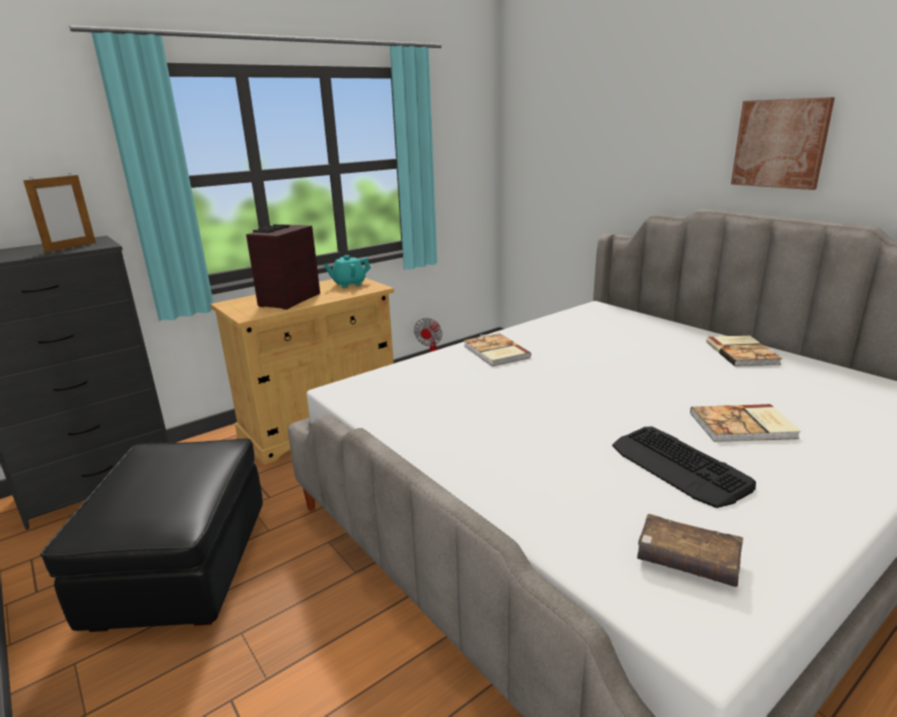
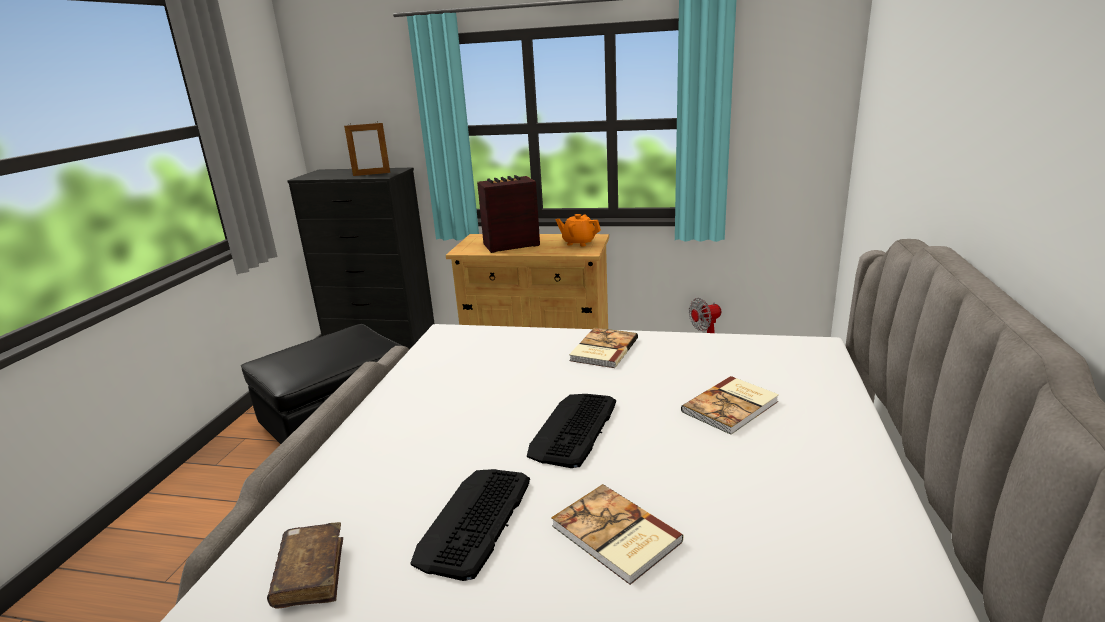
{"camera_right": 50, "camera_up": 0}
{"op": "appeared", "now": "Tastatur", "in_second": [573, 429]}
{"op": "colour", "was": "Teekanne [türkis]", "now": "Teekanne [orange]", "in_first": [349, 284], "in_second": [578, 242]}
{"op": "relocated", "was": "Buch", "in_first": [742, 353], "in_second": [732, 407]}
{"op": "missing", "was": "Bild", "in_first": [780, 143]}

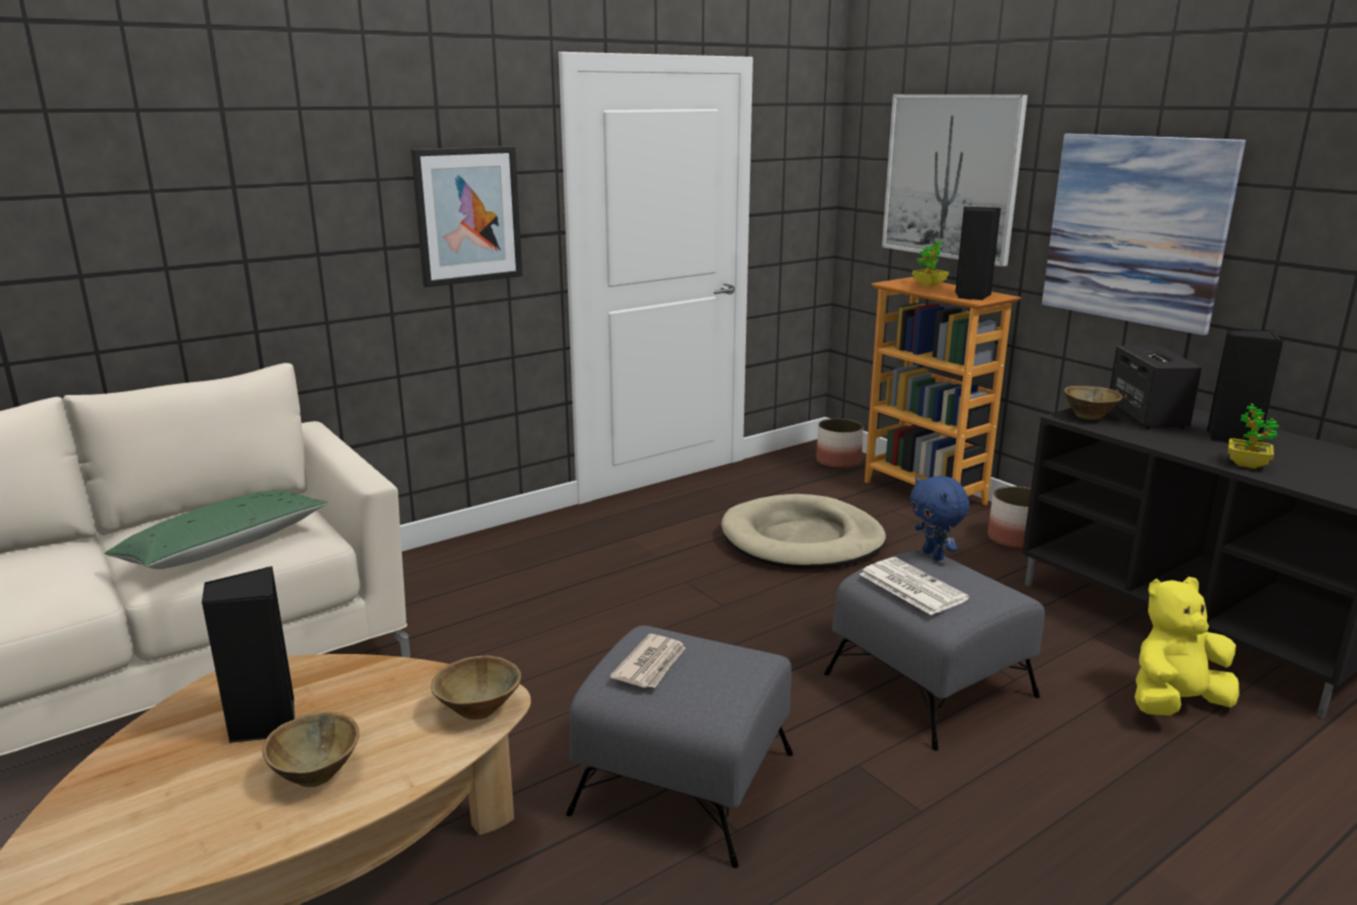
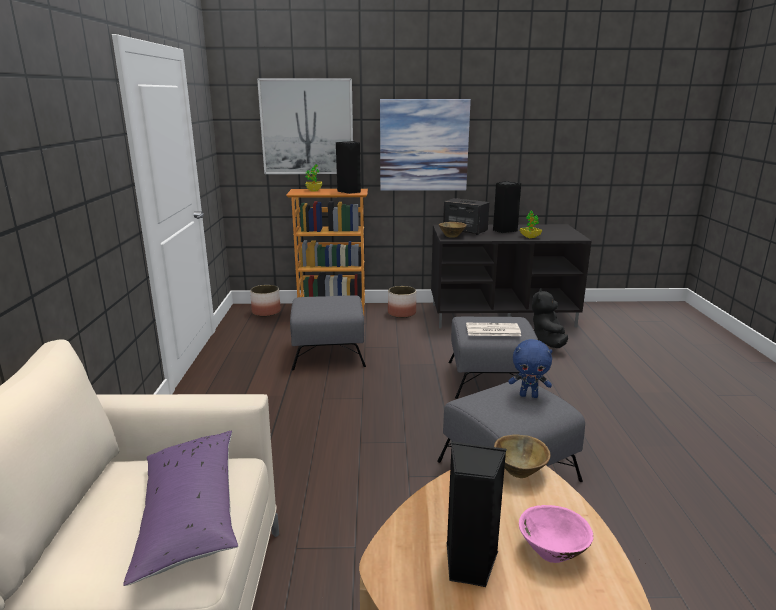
{"camera_right": -55, "camera_up": 0}
{"op": "colour", "was": "Kissen [grün]", "now": "Kissen [lila]", "in_first": [224, 547], "in_second": [189, 514]}
{"op": "exchanged", "was": "Hundebett [beige]", "now": "Polsterhocker [grau]", "in_first": [802, 540], "in_second": [329, 353]}
{"op": "relocated", "was": "Plüschtier [blau]", "in_first": [934, 555], "in_second": [529, 395]}
{"op": "colour", "was": "Schüssel [braun]", "now": "Schüssel [rosa]", "in_first": [317, 774], "in_second": [553, 551]}
{"op": "colour", "was": "Plüschtier [gelb]", "now": "Plüschtier [schwarz]", "in_first": [1174, 703], "in_second": [548, 343]}
{"op": "missing", "was": "Bild", "in_first": [468, 215]}
{"op": "missing", "was": "Zeitung", "in_first": [651, 665]}

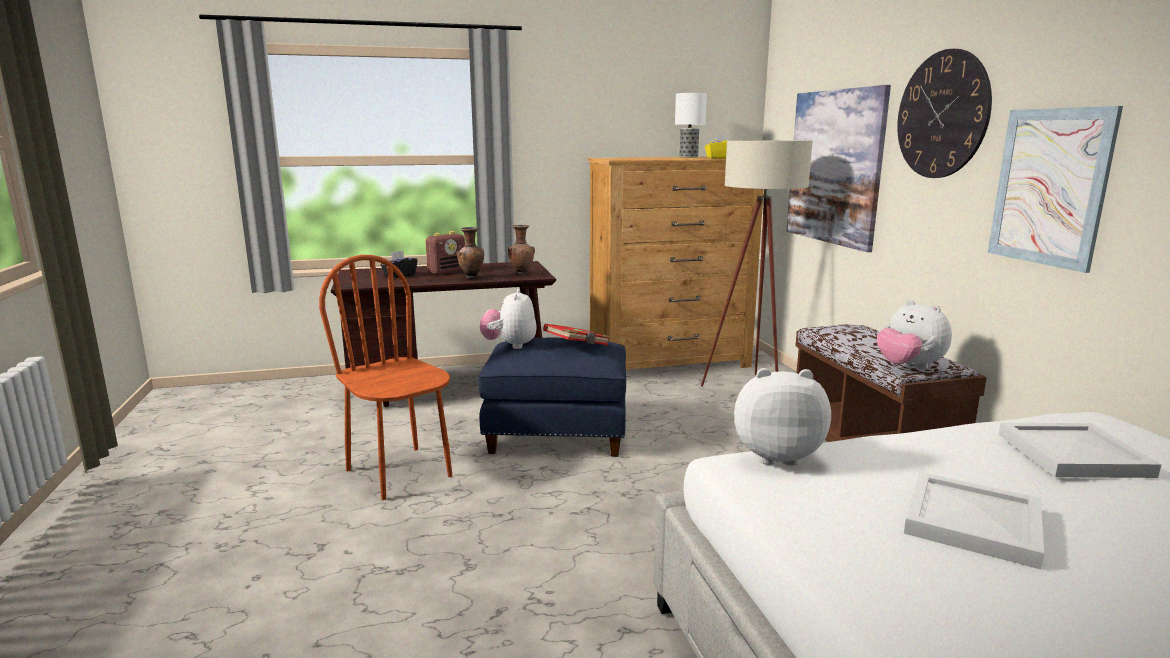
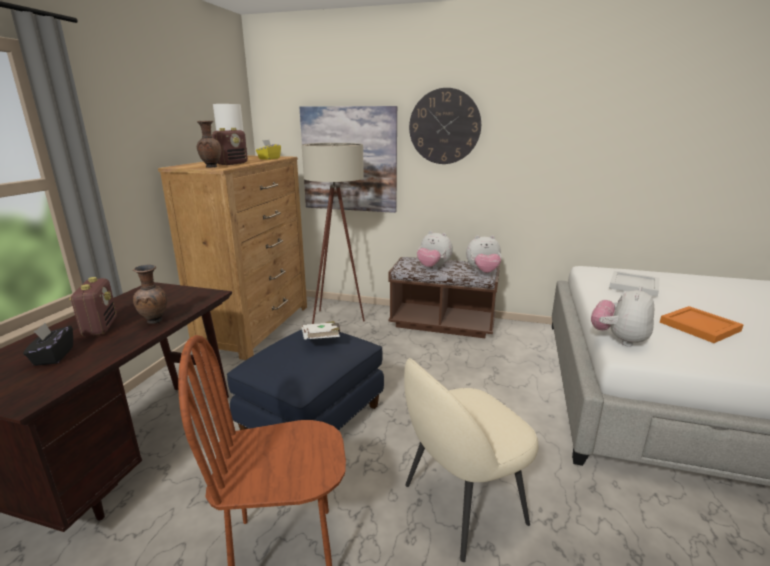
{"camera_right": -60, "camera_up": 5}
{"op": "relocated", "was": "Vase [braun]", "in_first": [521, 274], "in_second": [211, 167]}
{"op": "appeared", "now": "Radio", "in_second": [232, 163]}
{"op": "colour", "was": "Buch [rot]", "now": "Buch [weiß]", "in_first": [577, 347], "in_second": [321, 340]}
{"op": "appeared", "now": "Stuhl [beige]", "in_second": [461, 505]}
{"op": "relocated", "was": "Plüschtier", "in_first": [510, 345], "in_second": [433, 267]}
{"op": "colour", "was": "Tablett [weiß]", "now": "Tablett [orange]", "in_first": [974, 522], "in_second": [699, 326]}
{"op": "missing", "was": "Bild", "in_first": [1049, 187]}

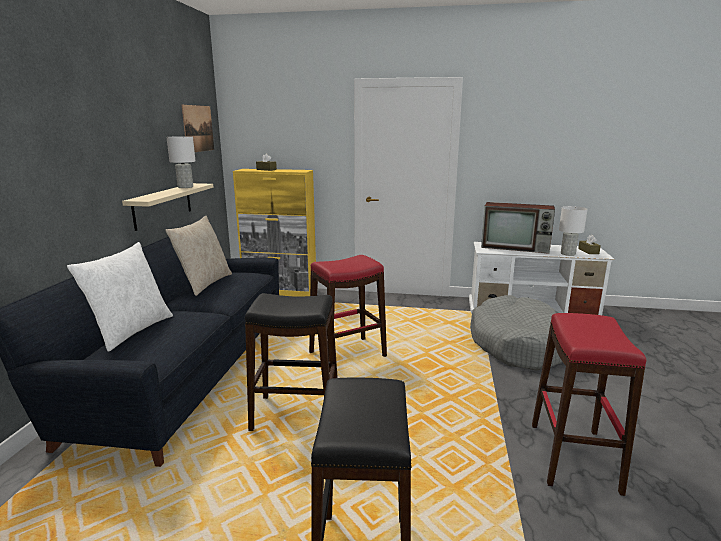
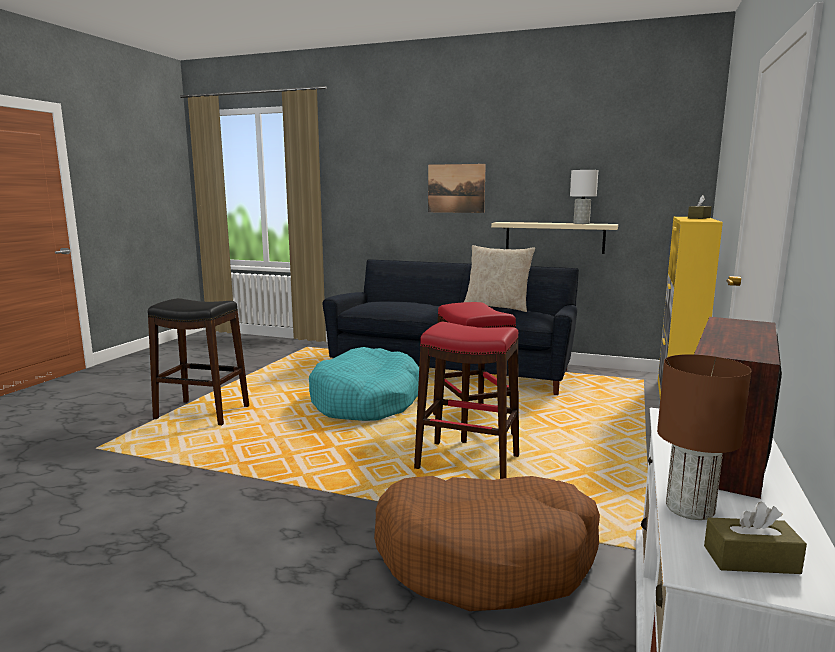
{"camera_right": 100, "camera_up": -5}
{"op": "exchanged", "was": "Hocker [schwarz]", "now": "Hundebett [türkis]", "in_first": [295, 415], "in_second": [366, 401]}
{"op": "colour", "was": "Hundebett [grau]", "now": "Hundebett [braun]", "in_first": [518, 344], "in_second": [486, 557]}
{"op": "relocated", "was": "Hocker [rot]", "in_first": [573, 456], "in_second": [468, 462]}
{"op": "relocated", "was": "Bild", "in_first": [198, 128], "in_second": [456, 188]}
{"op": "colour", "was": "Tischlampe [weiß]", "now": "Tischlampe [braun]", "in_first": [567, 253], "in_second": [691, 508]}
{"op": "missing", "was": "Kissen [weiß]", "in_first": [131, 331]}

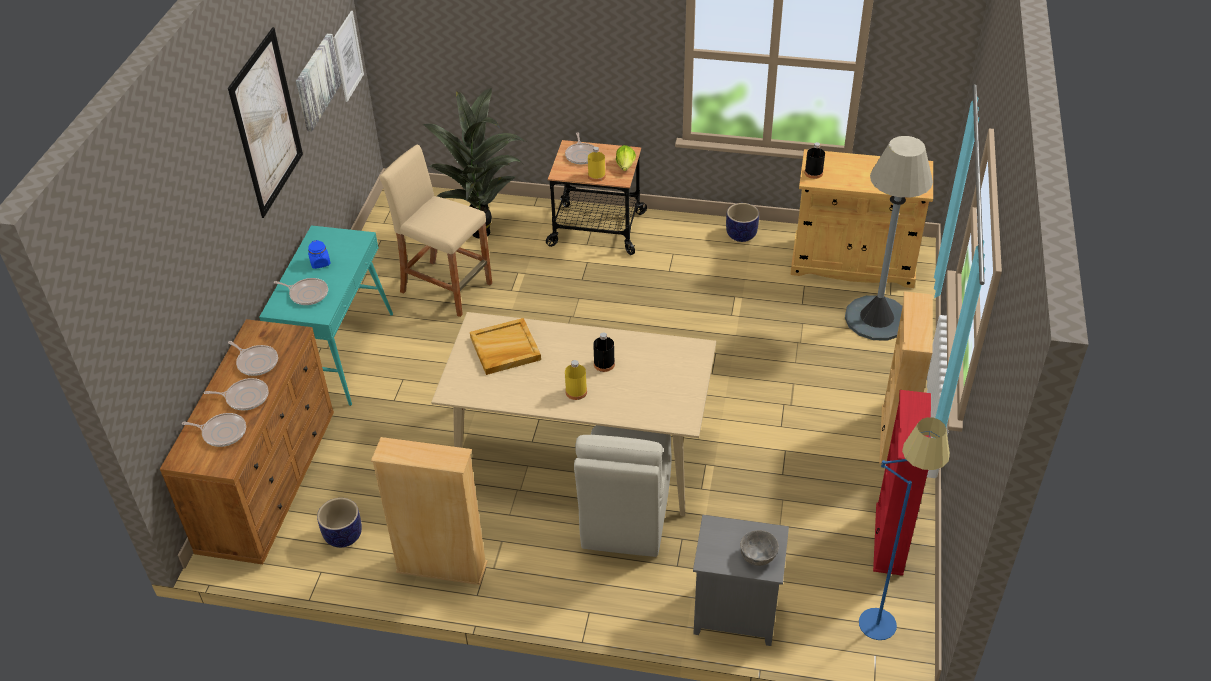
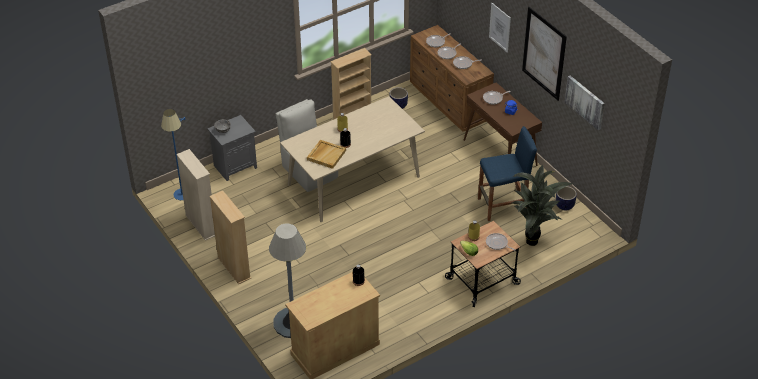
{"camera_right": 135, "camera_up": 0}
{"op": "colour", "was": "Bücherregal [rot]", "now": "Bücherregal [beige]", "in_first": [889, 539], "in_second": [201, 225]}
{"op": "relocated", "was": "Tablett [beige]", "in_first": [505, 349], "in_second": [326, 155]}
{"op": "colour", "was": "Konsolentisch [türkis]", "now": "Konsolentisch [braun]", "in_first": [338, 353], "in_second": [500, 153]}
{"op": "colour", "was": "Hocker [beige]", "now": "Hocker [blau]", "in_first": [446, 288], "in_second": [503, 206]}
{"op": "relocated", "was": "Bild", "in_first": [348, 56], "in_second": [500, 27]}
{"op": "relocated", "was": "Pflanzkübel", "in_first": [741, 235], "in_second": [565, 206]}

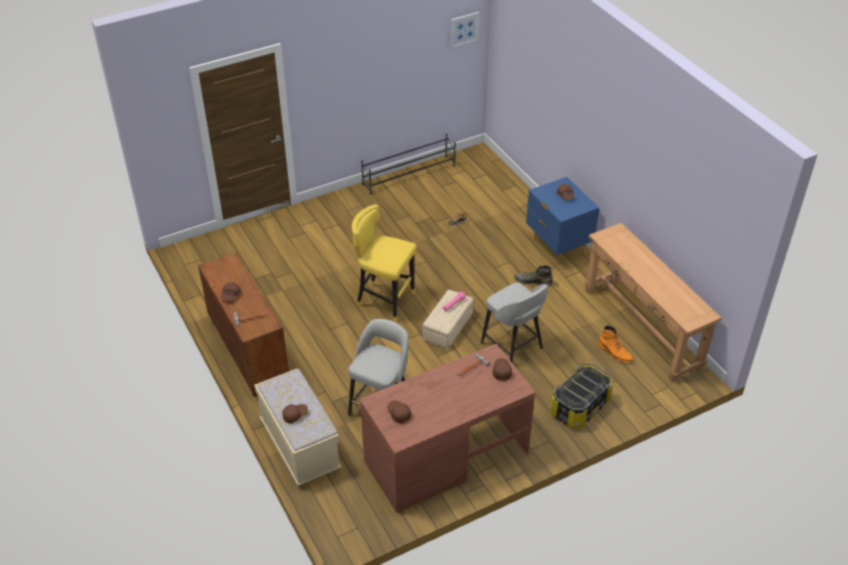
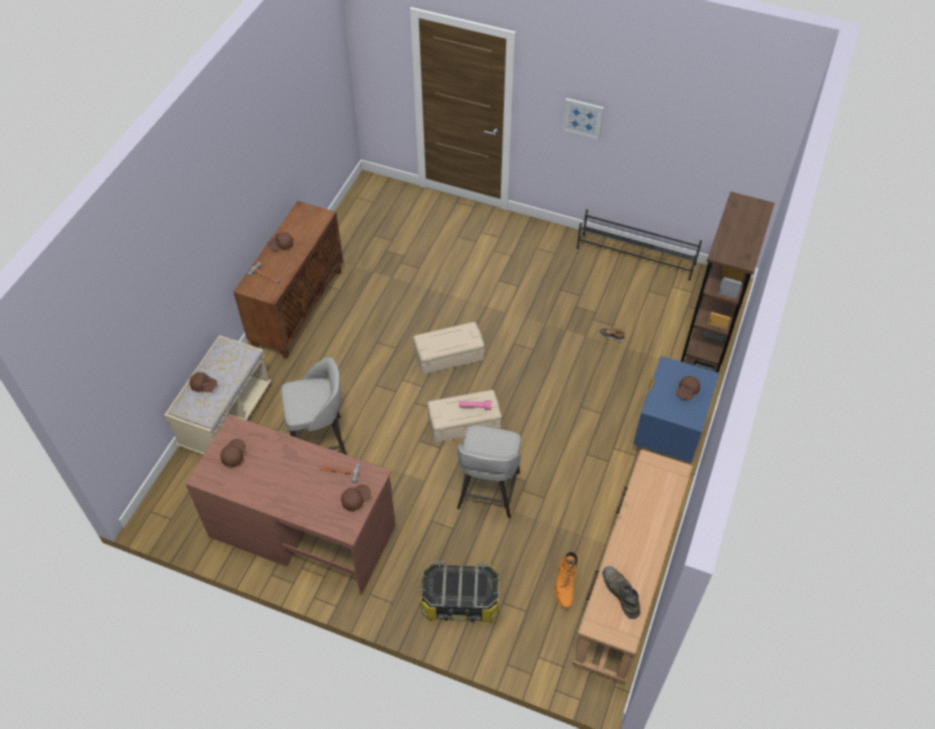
{"camera_right": 50, "camera_up": 10}
{"op": "exchanged", "was": "Hocker [gelb]", "now": "Aufbewahrungsbox [beige]", "in_first": [384, 301], "in_second": [449, 355]}
{"op": "relocated", "was": "Bild", "in_first": [464, 29], "in_second": [583, 118]}
{"op": "relocated", "was": "Stiefel [grün]", "in_first": [533, 281], "in_second": [621, 593]}
{"op": "appeared", "now": "Bücherregal [braun]", "in_second": [701, 361]}

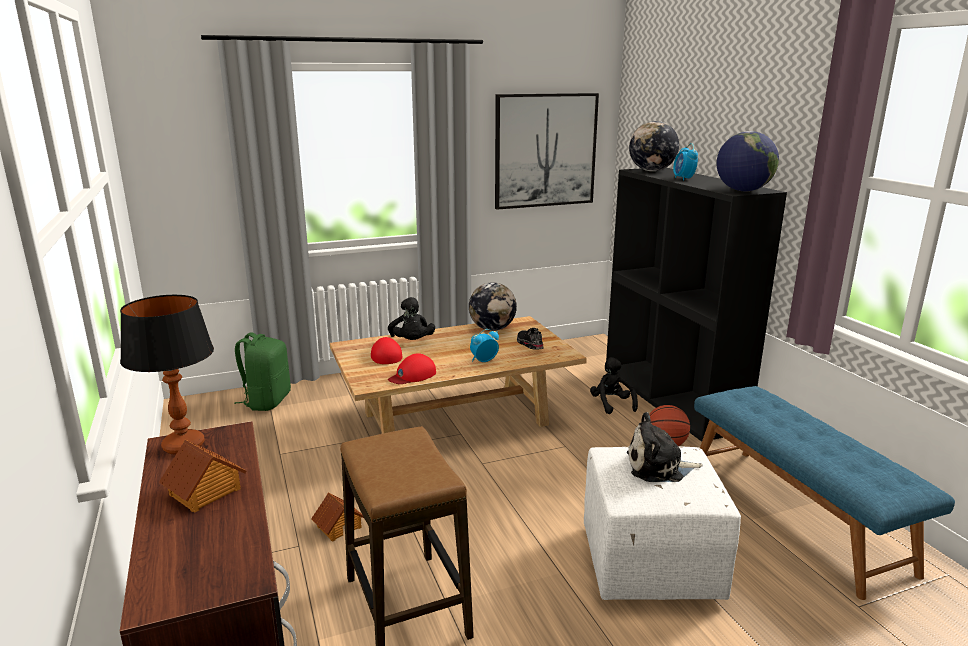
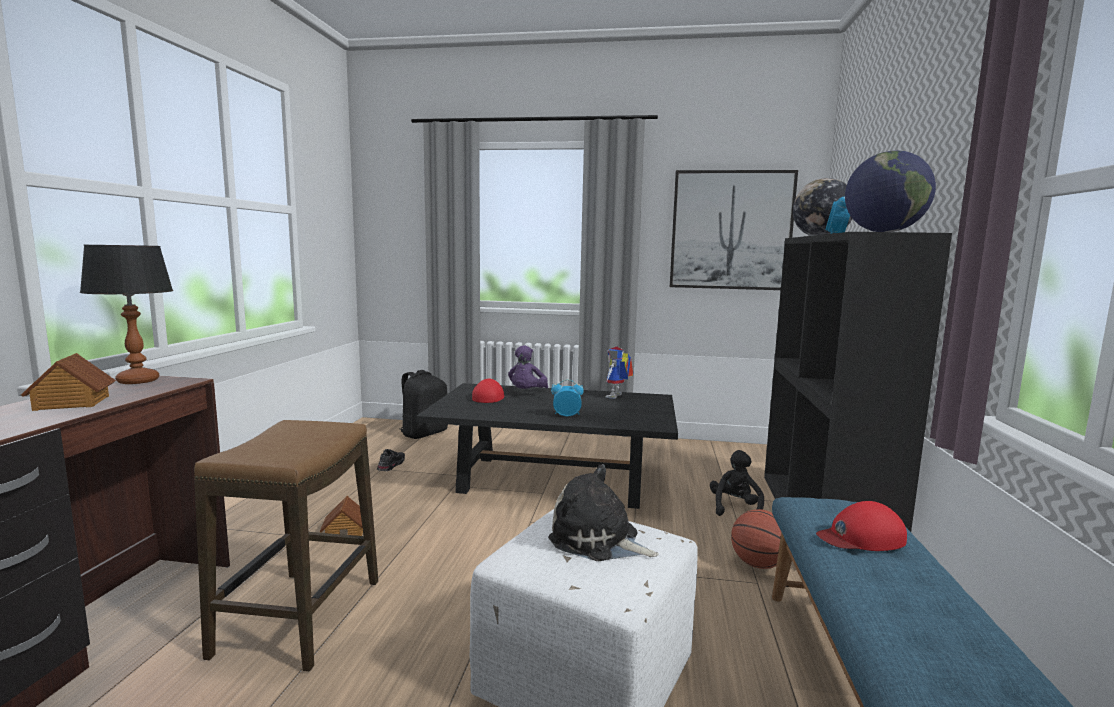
{"camera_right": 30, "camera_up": -10}
{"op": "relocated", "was": "Schuh [schwarz]", "in_first": [529, 344], "in_second": [390, 465]}
{"op": "colour", "was": "Rucksack [grün]", "now": "Rucksack [schwarz]", "in_first": [267, 401], "in_second": [424, 433]}
{"op": "colour", "was": "Couchtisch [beige]", "now": "Couchtisch [schwarz]", "in_first": [455, 419], "in_second": [553, 481]}
{"op": "colour", "was": "Plüschtier [schwarz]", "now": "Plüschtier [lila]", "in_first": [412, 342], "in_second": [527, 393]}
{"op": "exchanged", "was": "Globus", "now": "Spielzeugroboter", "in_first": [492, 329], "in_second": [616, 397]}
{"op": "relocated", "was": "Kappe [rot]", "in_first": [412, 375], "in_second": [861, 537]}

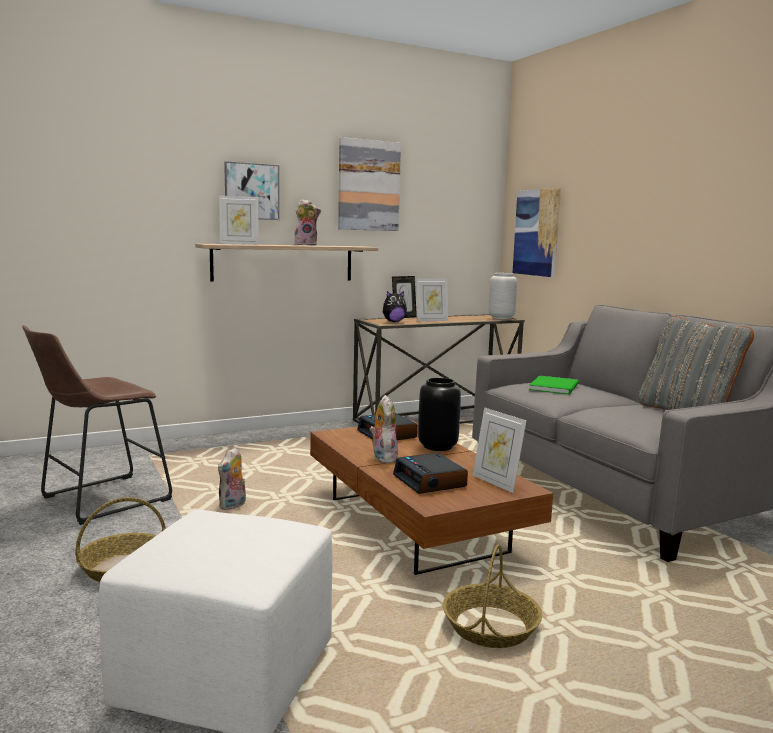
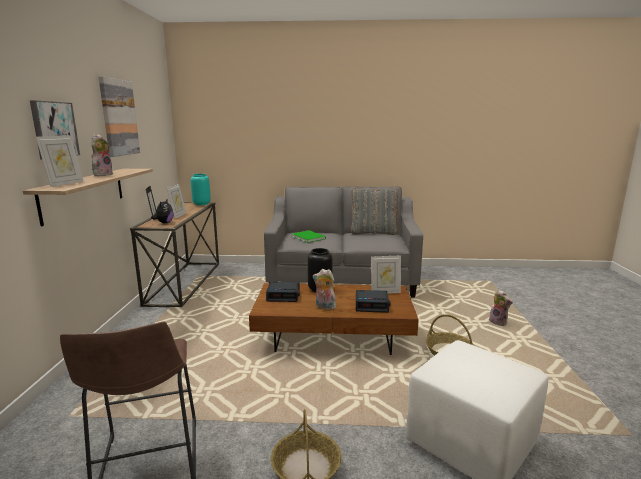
{"camera_right": -60, "camera_up": 5}
{"op": "colour", "was": "Vase [grau]", "now": "Vase [türkis]", "in_first": [501, 318], "in_second": [201, 204]}
{"op": "relocated", "was": "Plüschtier", "in_first": [233, 506], "in_second": [499, 322]}
{"op": "missing", "was": "Bild", "in_first": [536, 232]}

